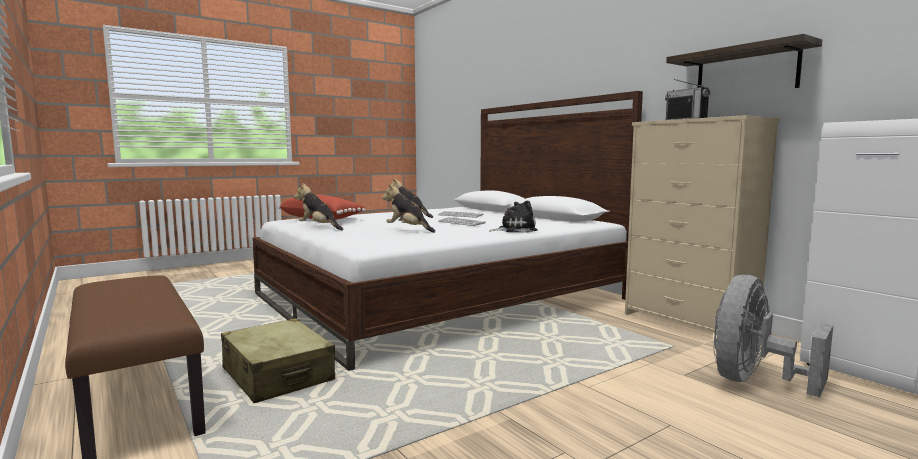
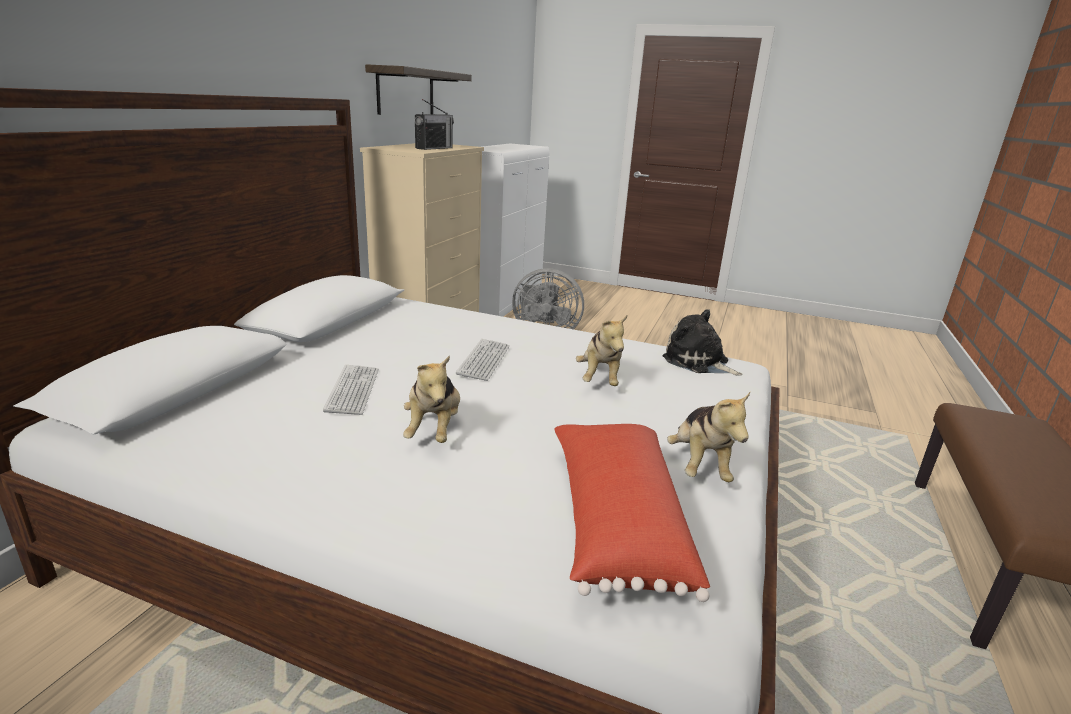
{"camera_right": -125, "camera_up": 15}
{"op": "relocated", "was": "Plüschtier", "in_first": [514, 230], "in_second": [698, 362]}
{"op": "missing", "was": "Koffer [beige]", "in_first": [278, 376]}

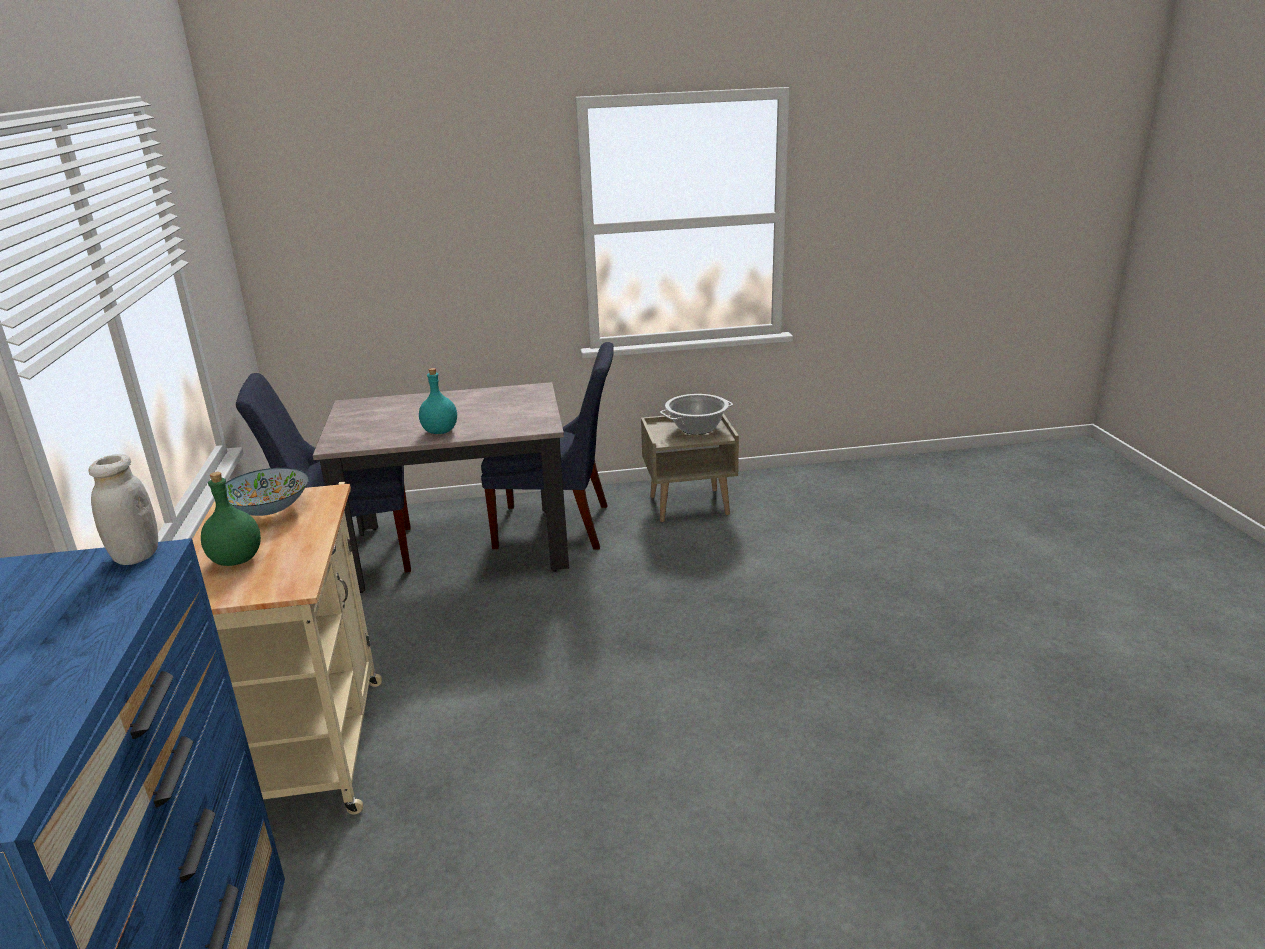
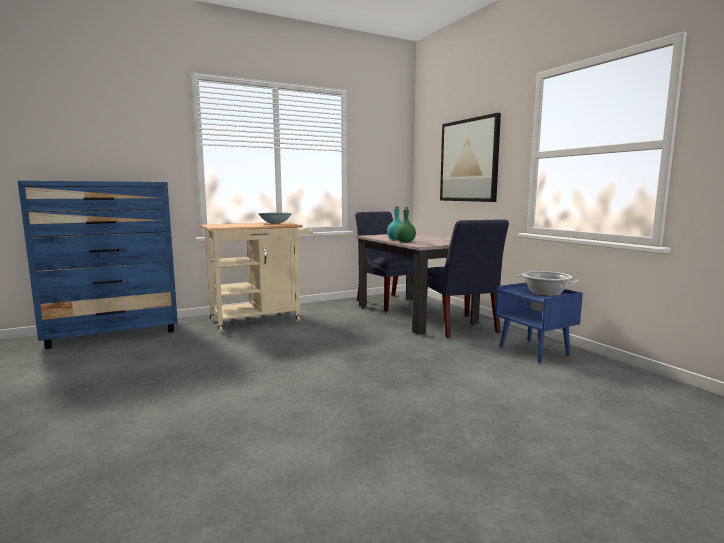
{"camera_right": 70, "camera_up": -15}
{"op": "relocated", "was": "Flasche [grün]", "in_first": [237, 560], "in_second": [405, 242]}
{"op": "appeared", "now": "Bild", "in_second": [469, 160]}
{"op": "colour", "was": "Nachttisch [beige]", "now": "Nachttisch [blau]", "in_first": [690, 505], "in_second": [535, 351]}
{"op": "missing", "was": "Vorratsglas [weiß]", "in_first": [136, 555]}

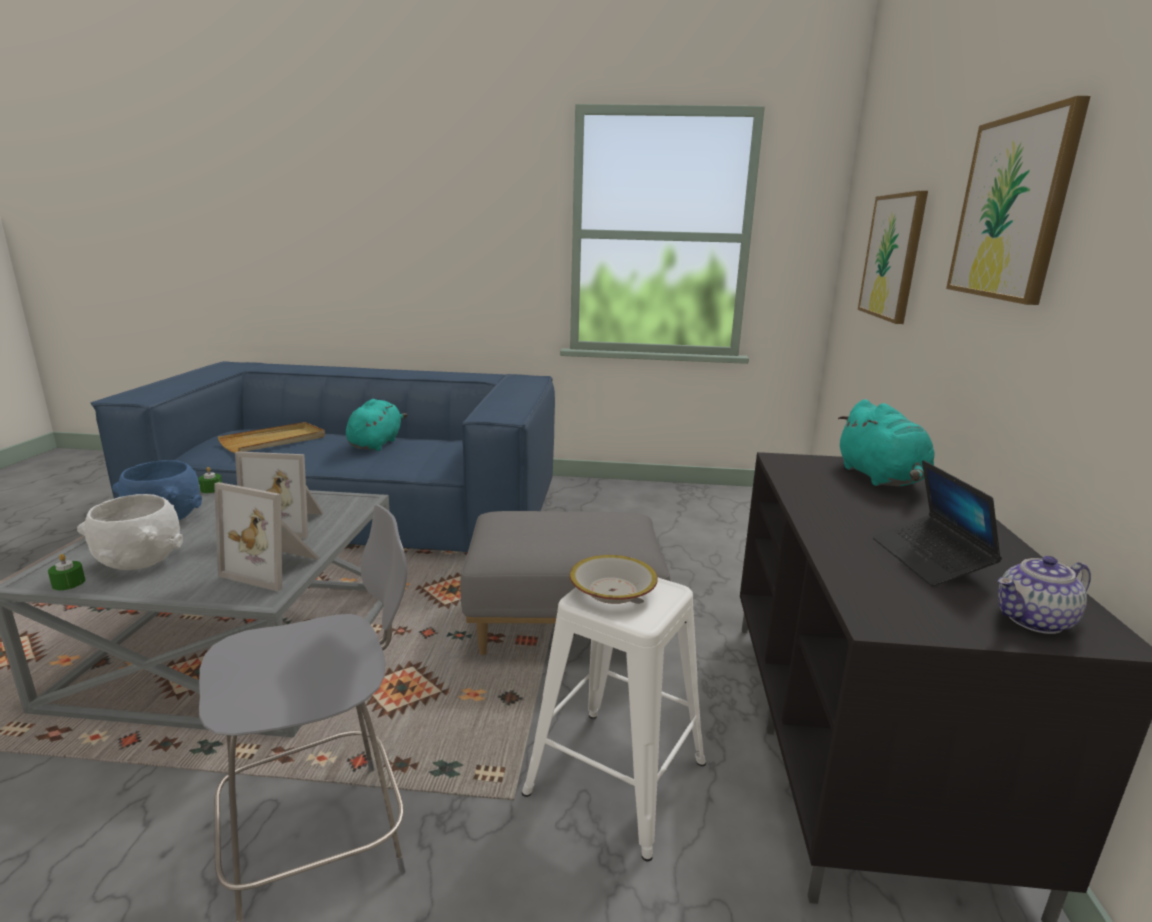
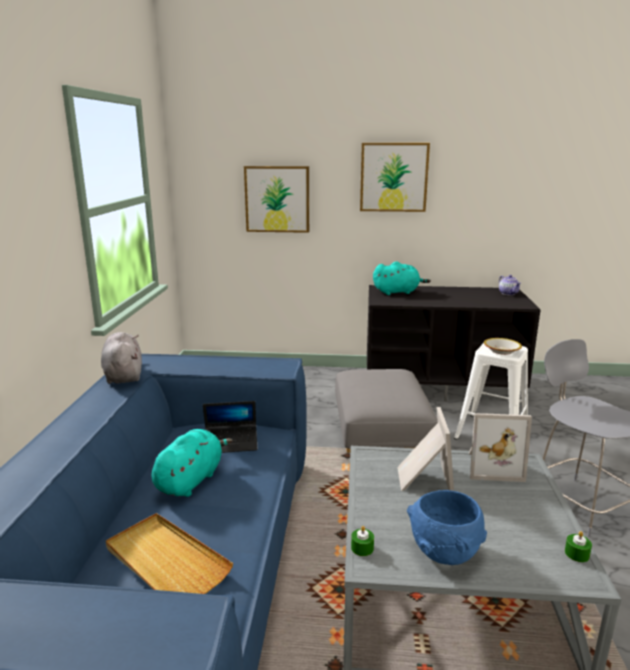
{"camera_right": -90, "camera_up": 0}
{"op": "appeared", "now": "Plüschtier [grau]", "in_second": [123, 375]}
{"op": "spun", "was": "Plüschtier [türkis]", "in_first": [376, 443], "in_second": [191, 480], "clockwise": 105}
{"op": "relocated", "was": "Laptop", "in_first": [930, 560], "in_second": [231, 443]}
{"op": "spun", "was": "Bilderrahmen", "in_first": [275, 567], "in_second": [492, 466], "clockwise": 75}
{"op": "missing", "was": "Schüssel [weiß]", "in_first": [139, 562]}

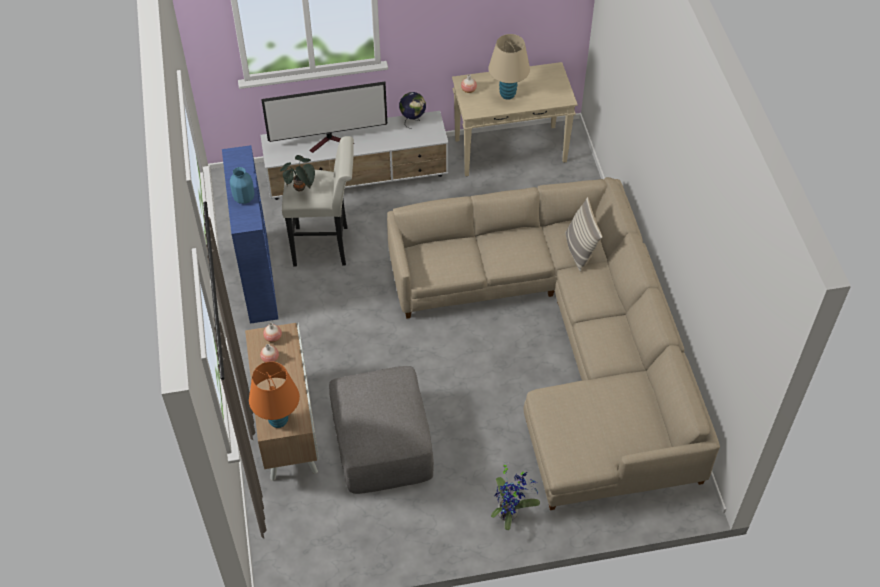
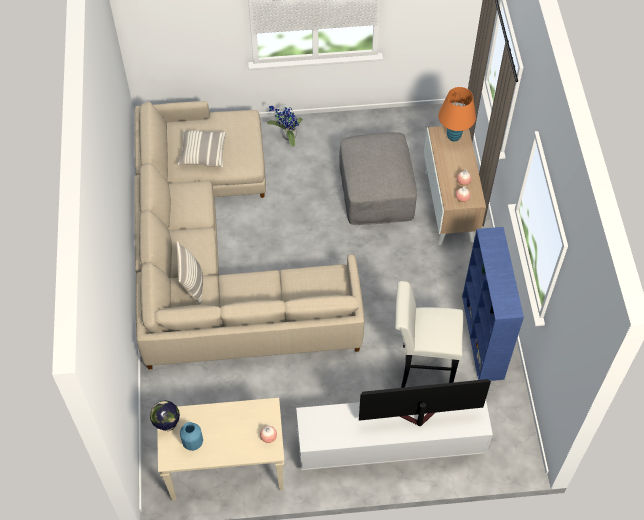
{"camera_right": -175, "camera_up": 5}
{"op": "relocated", "was": "Globus", "in_first": [413, 120], "in_second": [167, 424]}
{"op": "appeared", "now": "Kissen", "in_second": [203, 154]}
{"op": "relocated", "was": "Vase [blau]", "in_first": [243, 198], "in_second": [193, 442]}
{"op": "missing", "was": "Topfpflanze", "in_first": [300, 188]}
{"op": "missing", "was": "Tischlampe [beige]", "in_first": [507, 94]}

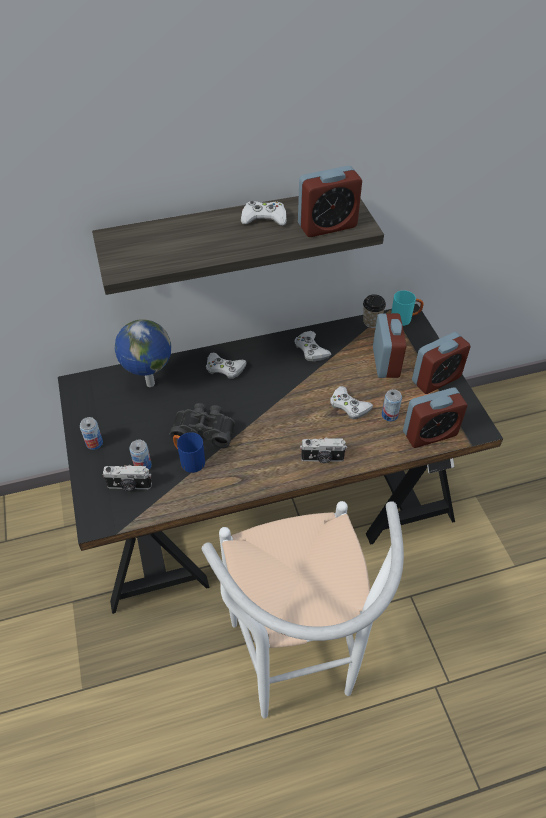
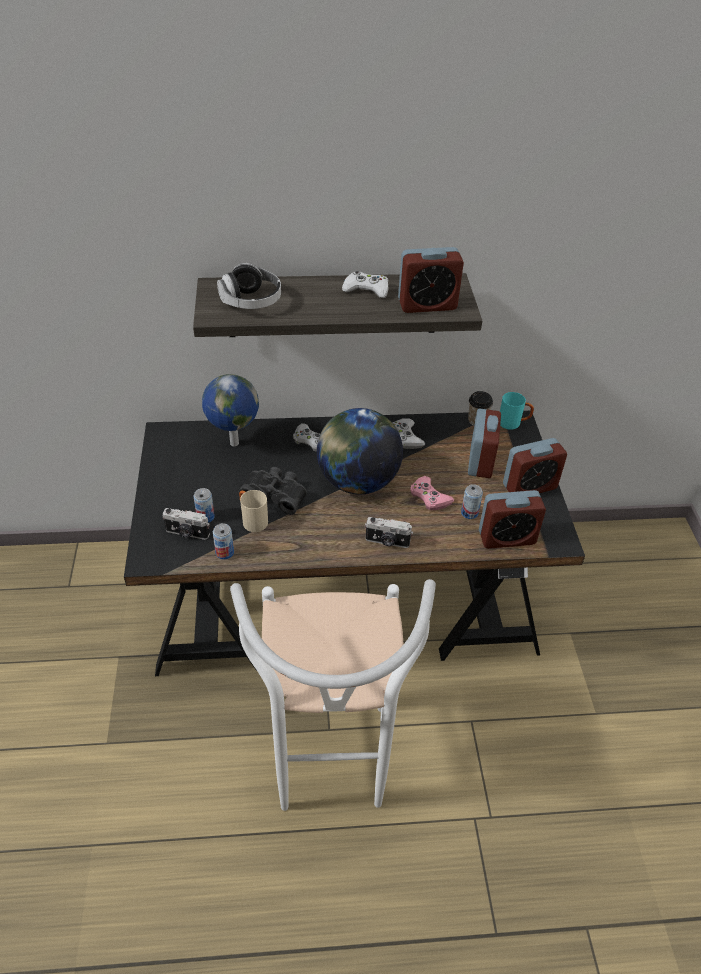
{"camera_right": 10, "camera_up": -5}
{"op": "relocated", "was": "Dose", "in_first": [94, 443], "in_second": [224, 553]}
{"op": "appeared", "now": "Kopfhörer", "in_second": [251, 302]}
{"op": "colour", "was": "Henkelbecher [blau]", "now": "Henkelbecher [beige]", "in_first": [189, 460], "in_second": [252, 520]}
{"op": "appeared", "now": "Globus", "in_second": [357, 481]}
{"op": "colour", "was": "Gamepad [weiß]", "now": "Gamepad [rosa]", "in_first": [349, 406], "in_second": [429, 497]}

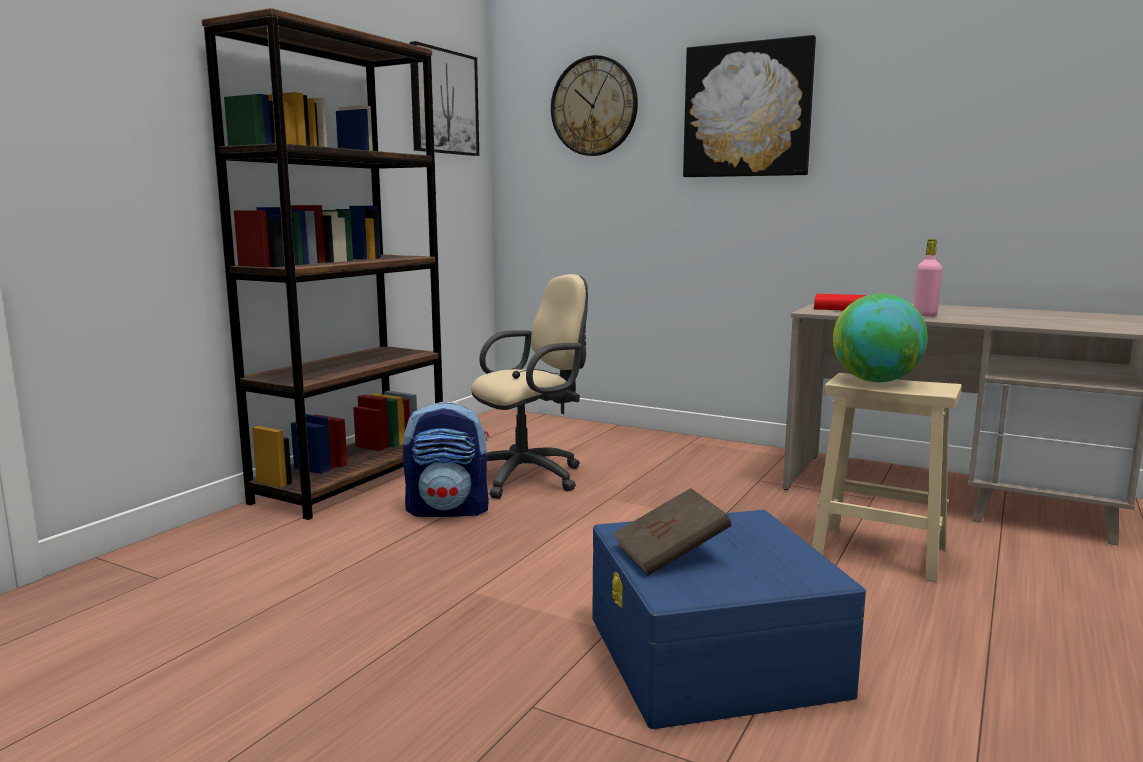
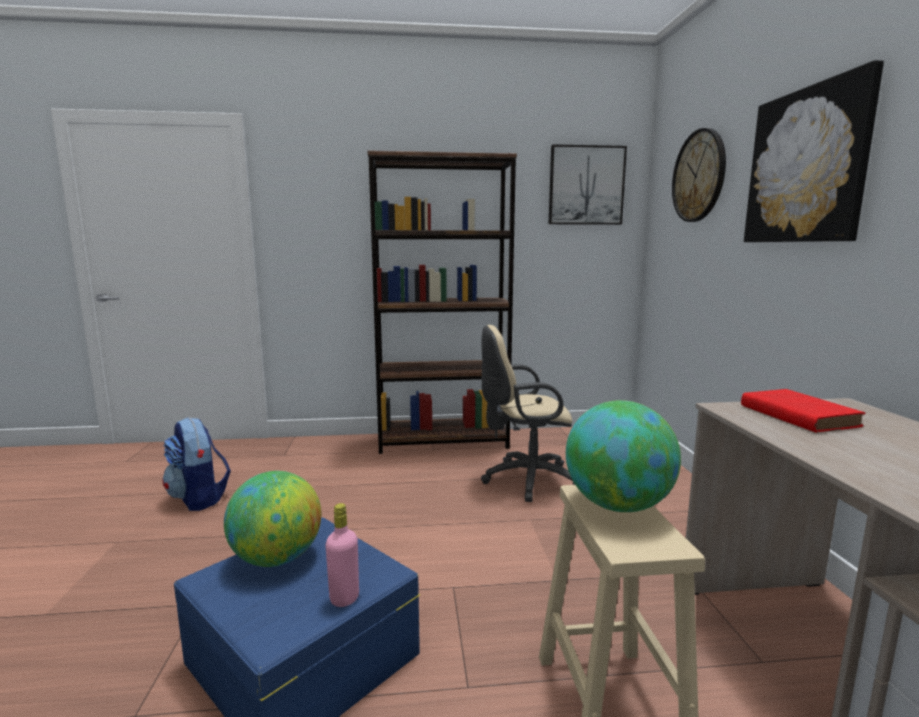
{"camera_right": 55, "camera_up": 0}
{"op": "relocated", "was": "Rucksack", "in_first": [449, 510], "in_second": [199, 498]}
{"op": "exchanged", "was": "Buch [braun]", "now": "Globus", "in_first": [670, 555], "in_second": [277, 558]}
{"op": "relocated", "was": "Flasche [rosa]", "in_first": [925, 315], "in_second": [344, 598]}
{"op": "spun", "was": "Bürostuhl [beige]", "in_first": [530, 477], "in_second": [525, 480], "clockwise": 150}

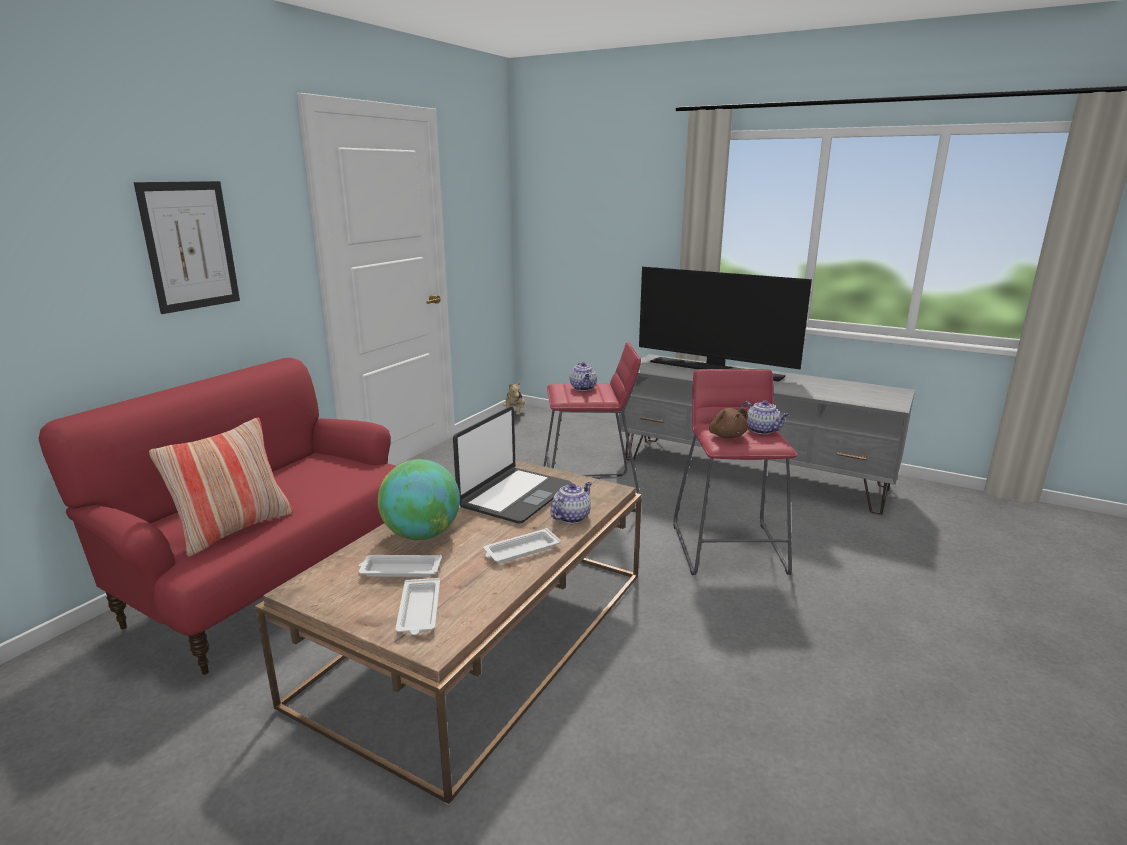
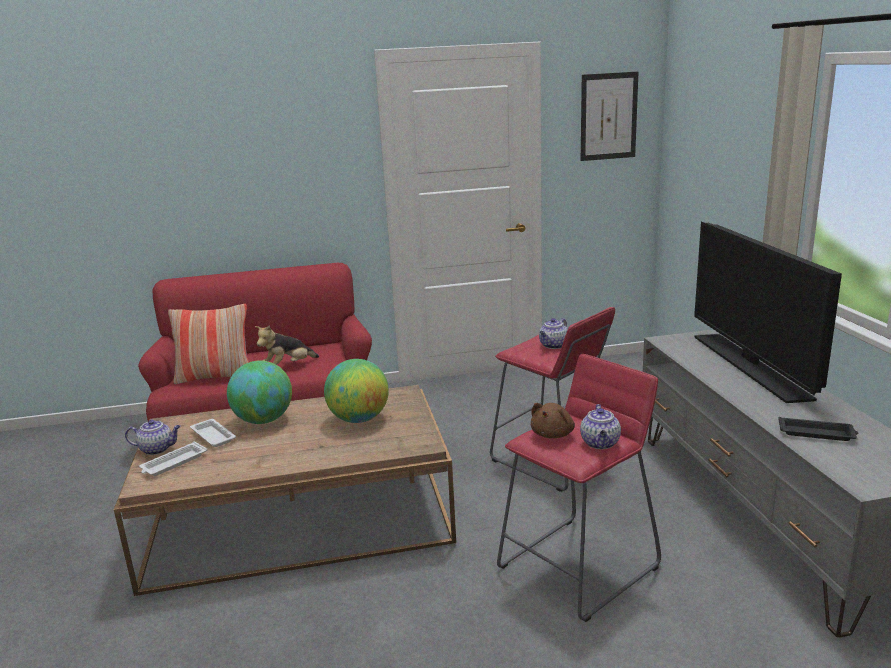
{"camera_right": 50, "camera_up": 0}
{"op": "relocated", "was": "Teekanne", "in_first": [571, 517], "in_second": [157, 449]}
{"op": "relocated", "was": "Plüschtier", "in_first": [515, 414], "in_second": [288, 367]}
{"op": "exchanged", "was": "Laptop", "now": "Globus", "in_first": [514, 496], "in_second": [359, 419]}
{"op": "relocated", "was": "Bild", "in_first": [190, 246], "in_second": [608, 116]}
{"op": "appeared", "now": "Tablett [schwarz]", "in_second": [817, 433]}
{"op": "missing", "was": "Tablett [weiß]", "in_first": [520, 551]}

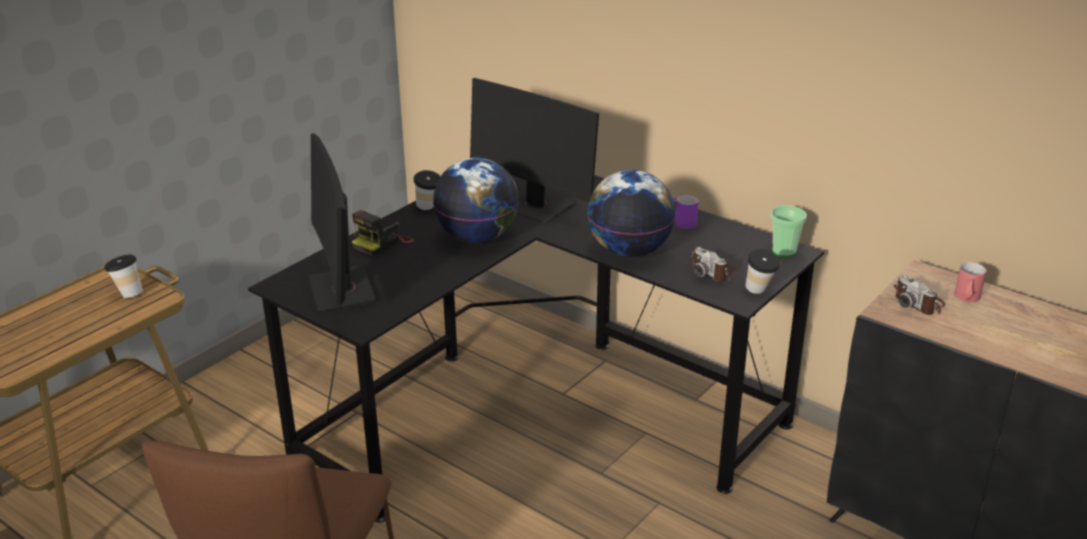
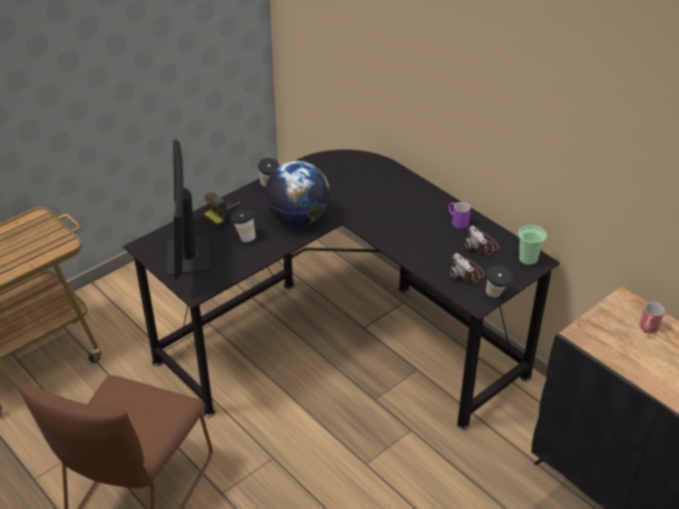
{"camera_right": 10, "camera_up": 10}
{"op": "relocated", "was": "Tasse", "in_first": [127, 294], "in_second": [244, 237]}
{"op": "relocated", "was": "Kamera", "in_first": [918, 303], "in_second": [481, 245]}
{"op": "missing", "was": "Monitor", "in_first": [535, 206]}
{"op": "missing", "was": "Globus", "in_first": [629, 251]}

